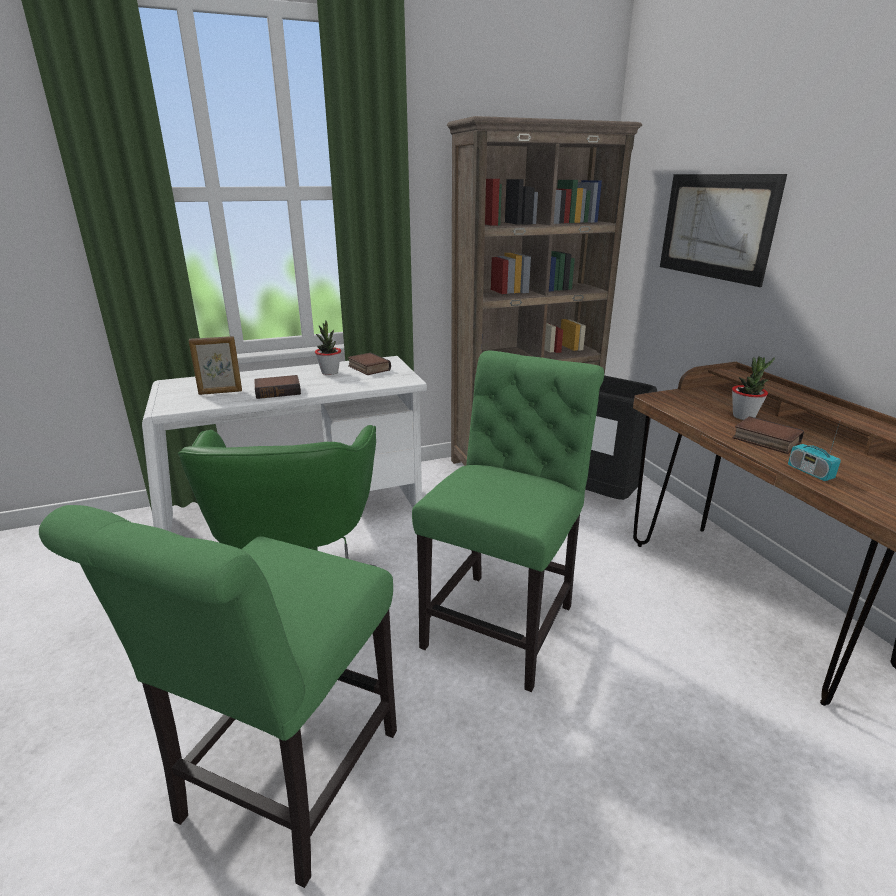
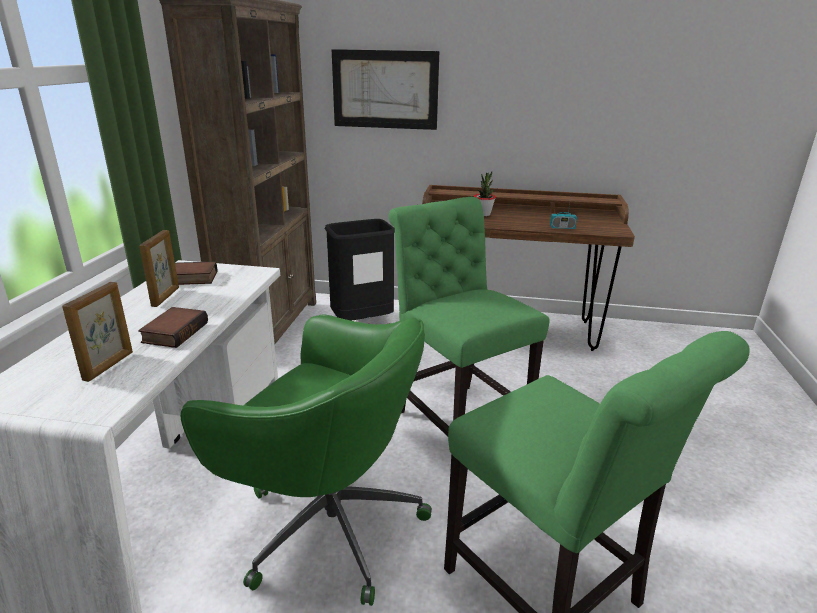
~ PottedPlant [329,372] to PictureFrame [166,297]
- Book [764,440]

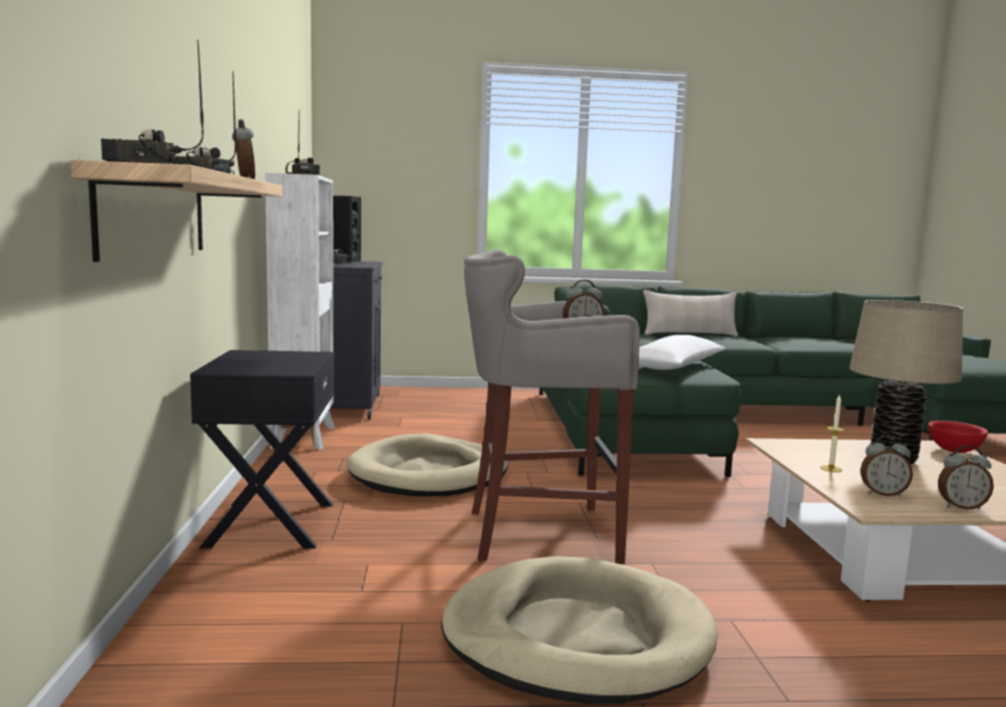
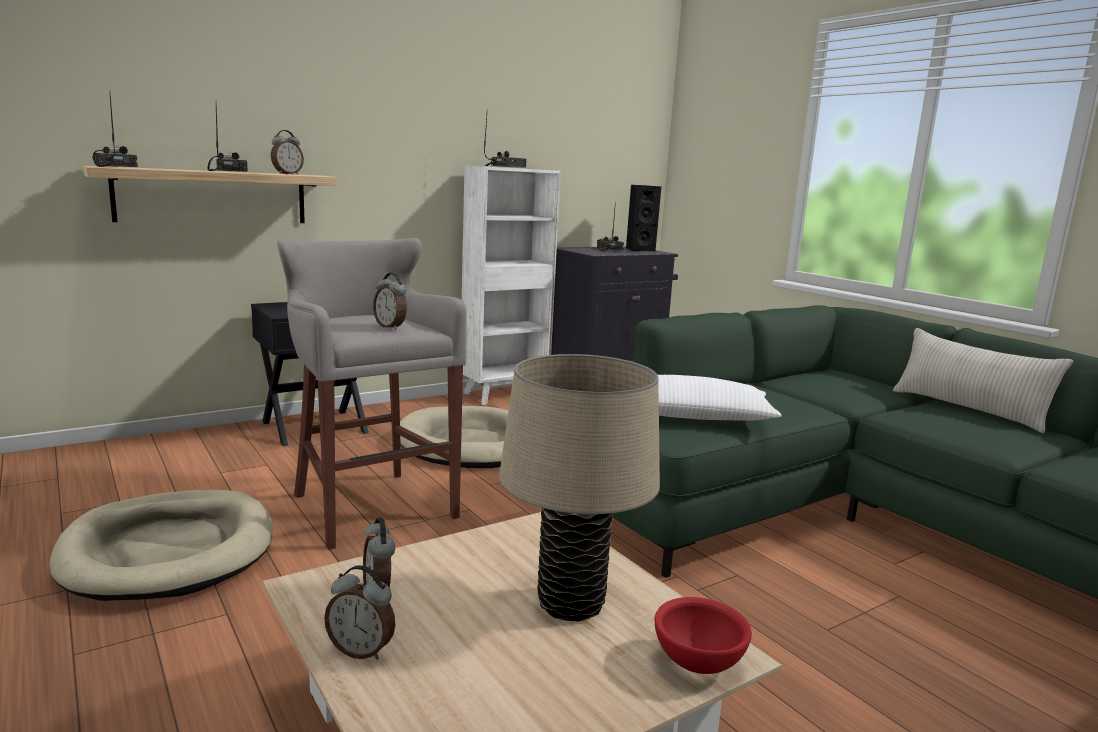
~ AlarmClock [961,507] = [361,650] 45 degrees counterclockwise
- Candle [831,469]

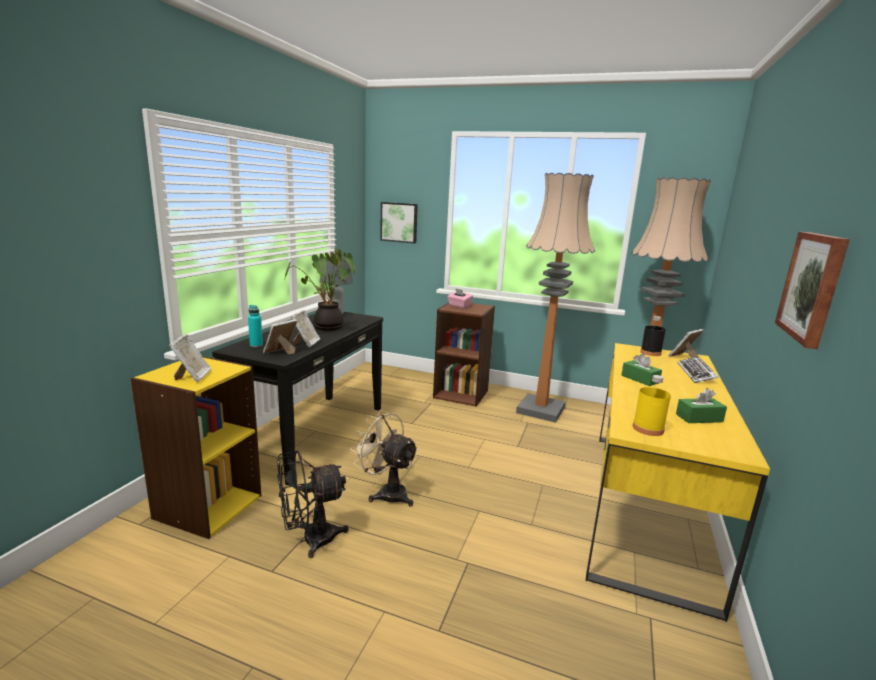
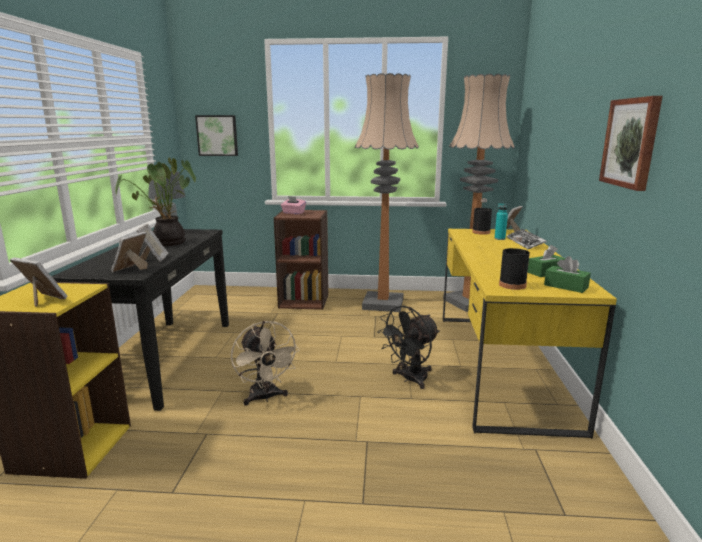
~ PictureFrame [193,377] = [44,300] 45 degrees counterclockwise
~ BeigeFan [386,492] = [265,398] 135 degrees counterclockwise
~ BlackFan [310,540] to [409,379]
~ TurquoiseBottle [256,345] to [499,238]
~ YellowBottle [648,429] to BlackBottle [512,285]
~ GreenTissueBox [640,379] to [566,286]

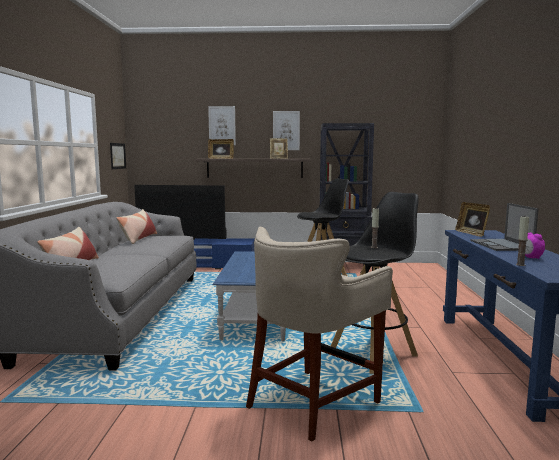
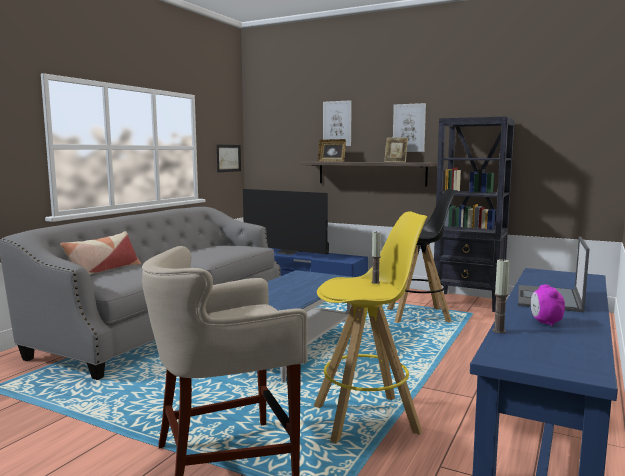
~ BlackStool [373,354] to YellowStool [367,419]
- Pillow [138,239]
- PictureFrame [471,233]

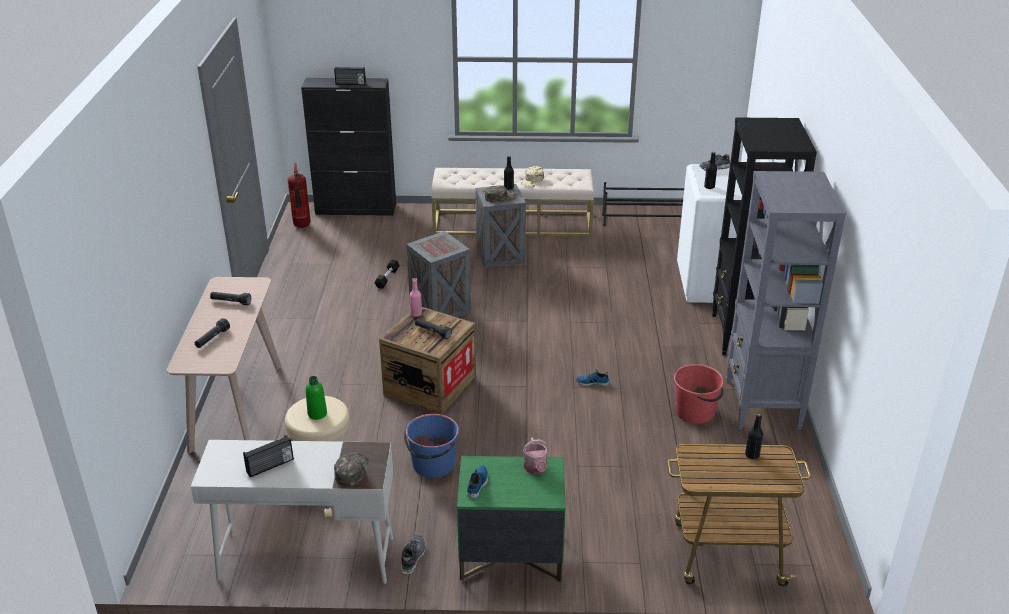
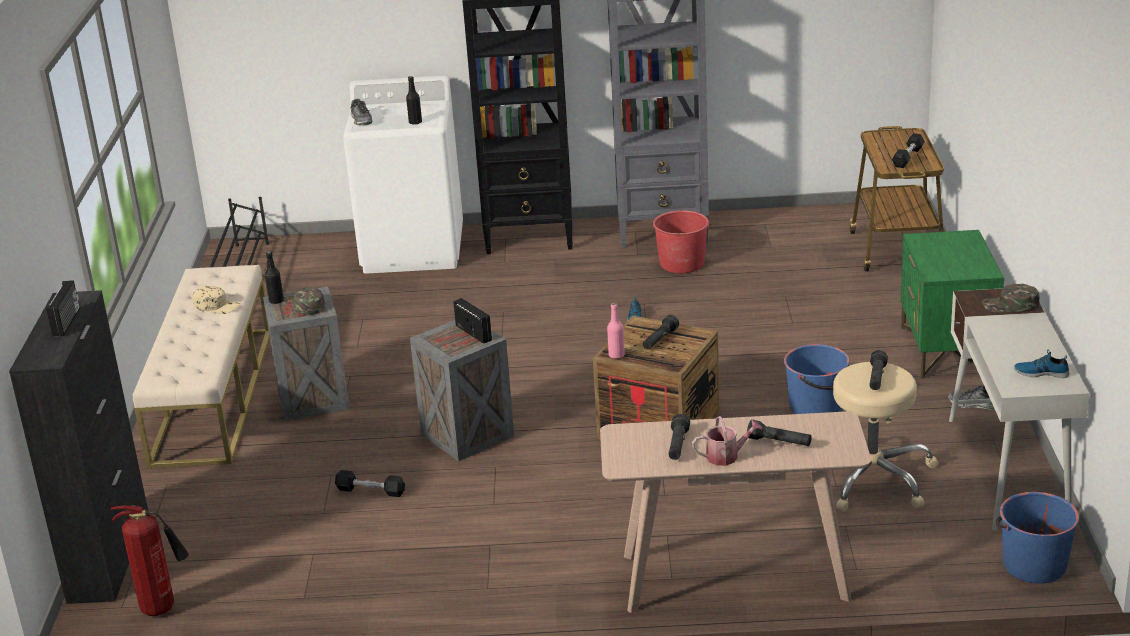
~ Radio [270,466] to [474,332]
~ WateringCan [536,469] to [726,456]
~ GreenBottle [317,414] to BlackFlashlight [876,378]
+ BlackDumbbell [908,157]
+ BlueBucket [1033,565]
~ Shoe [478,484] to [1041,373]
- BlackBottle [752,455]

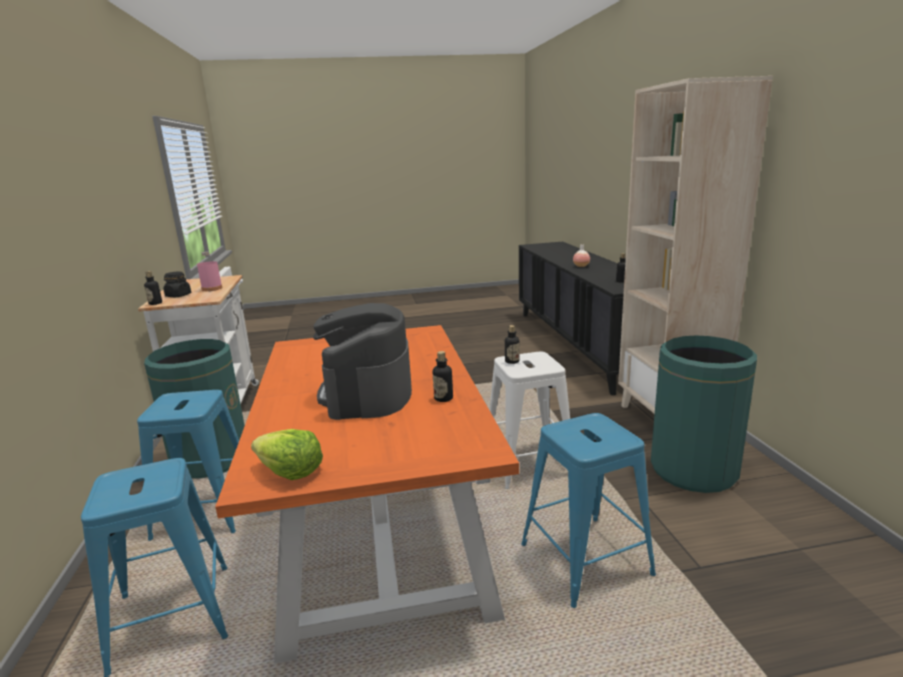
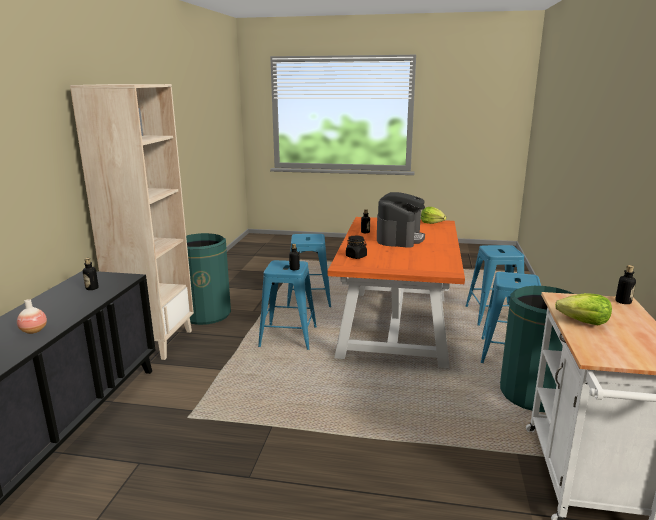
~ WhiteStool [528,463] to BlueStool [288,337]
~ BlackJar [178,295] to [356,256]
~ PinkBottle [212,288] to Lettuce [583,322]

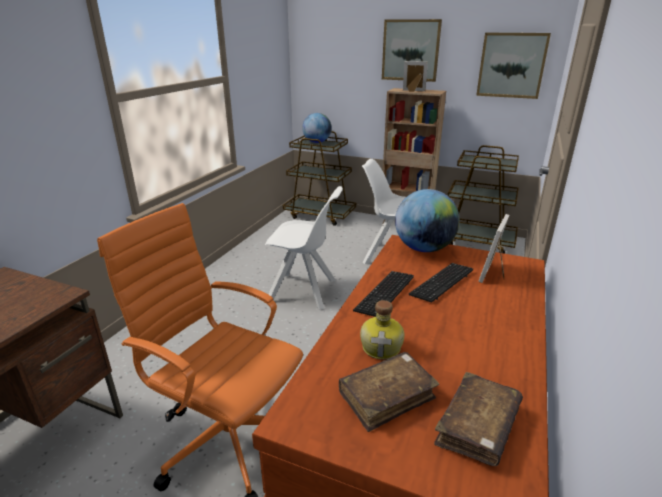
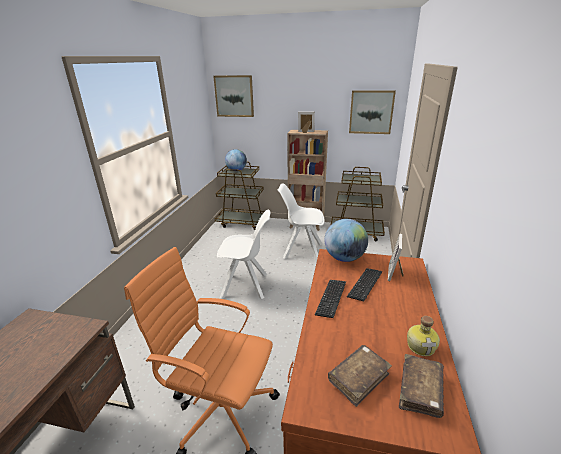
~ Picture [410,50] to [234,96]
~ Bottle [382,347] to [421,346]

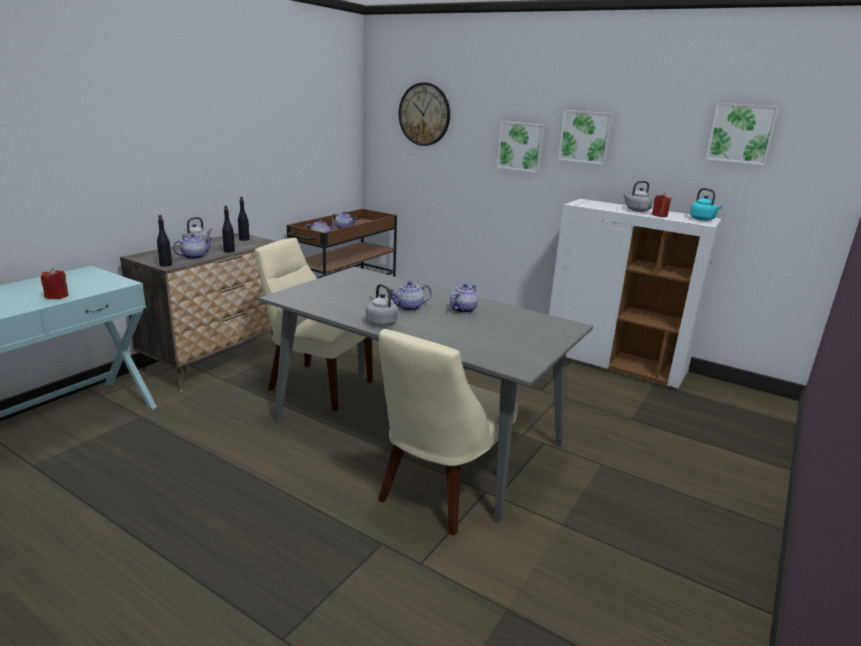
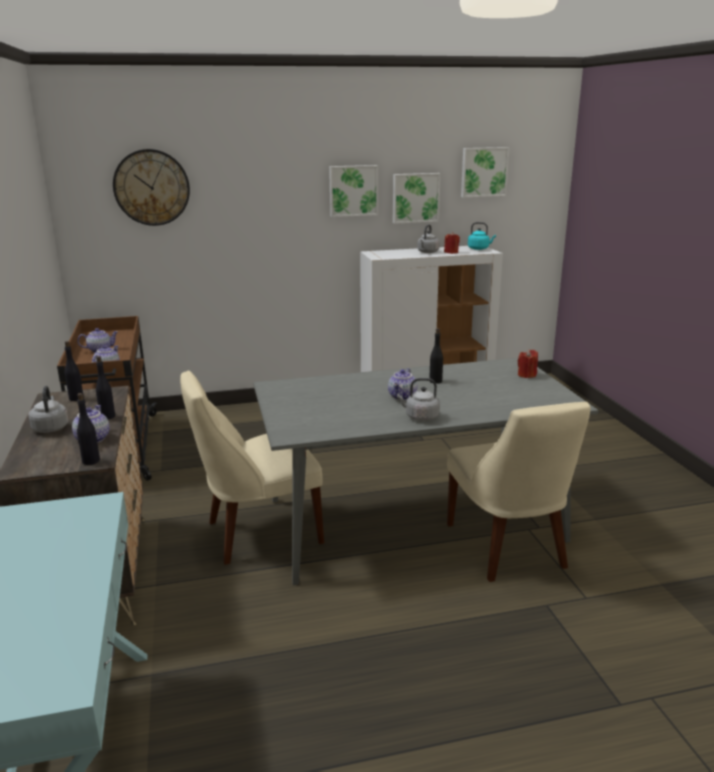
~ Picture [521,146] to [415,197]
~ Teapot [462,309] to BlackBottle [435,381]
~ RedCandle [57,296] to [526,375]

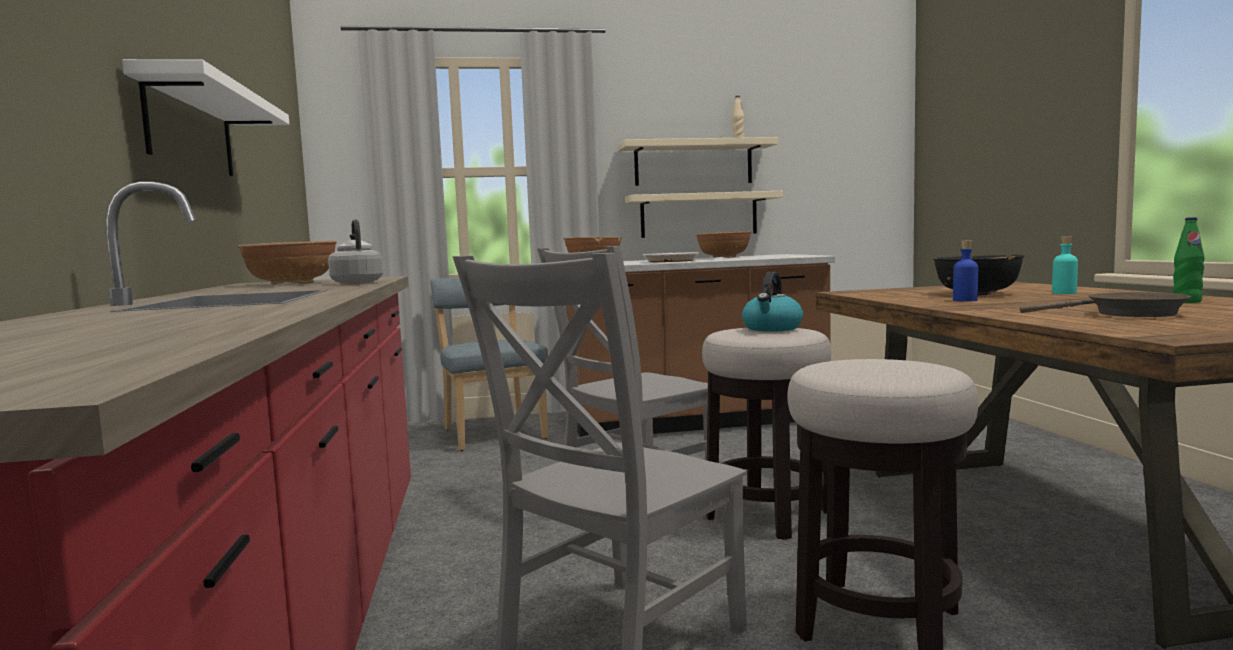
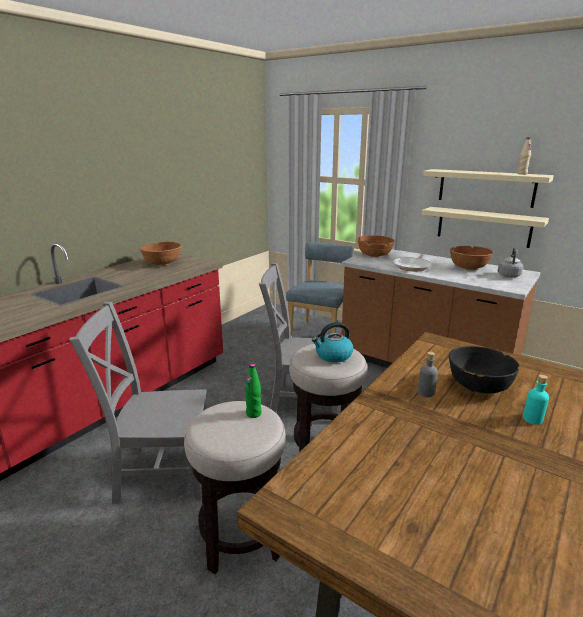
~ GreenBottle [1186,301] to [253,414]
~ BlueBottle [965,300] to GreyBottle [426,392]
~ GreyKettle [357,283] to [508,275]
- WhiteShelf [191,129]
- BrownFryingPan [1127,314]

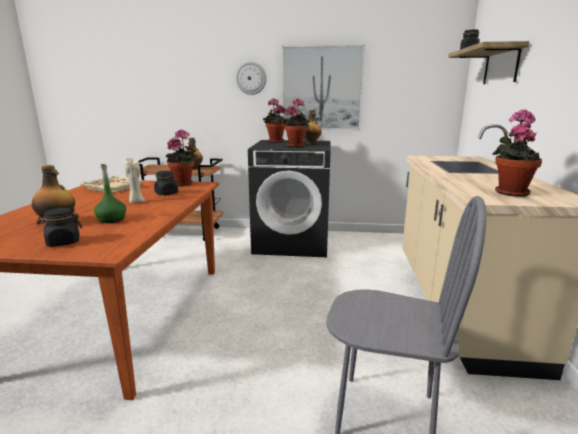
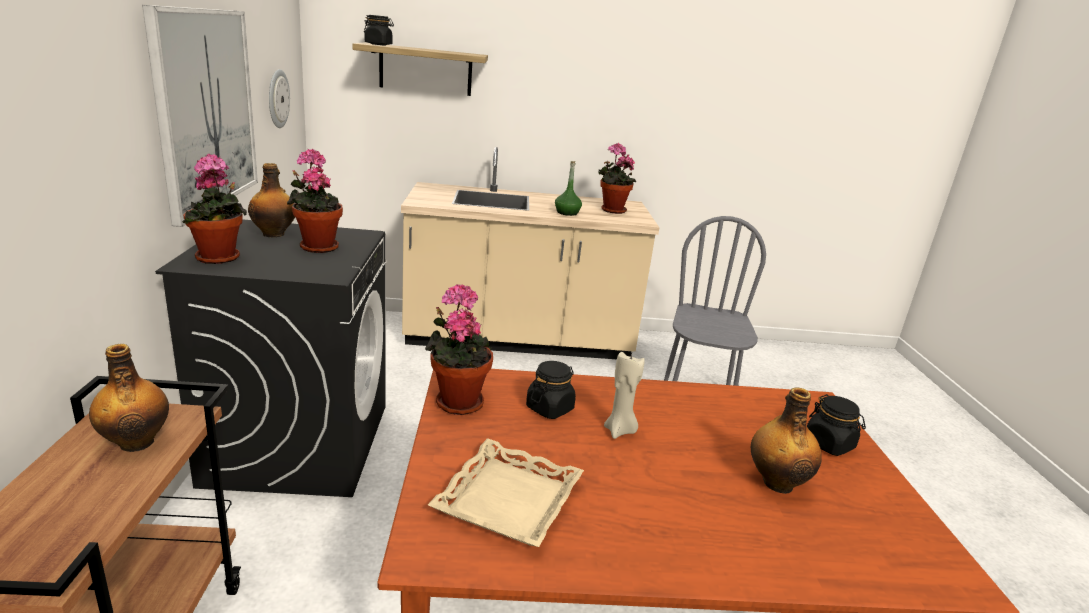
~ WallClock [251,78] to [277,98]
~ GreenBottle [112,219] to [567,213]

